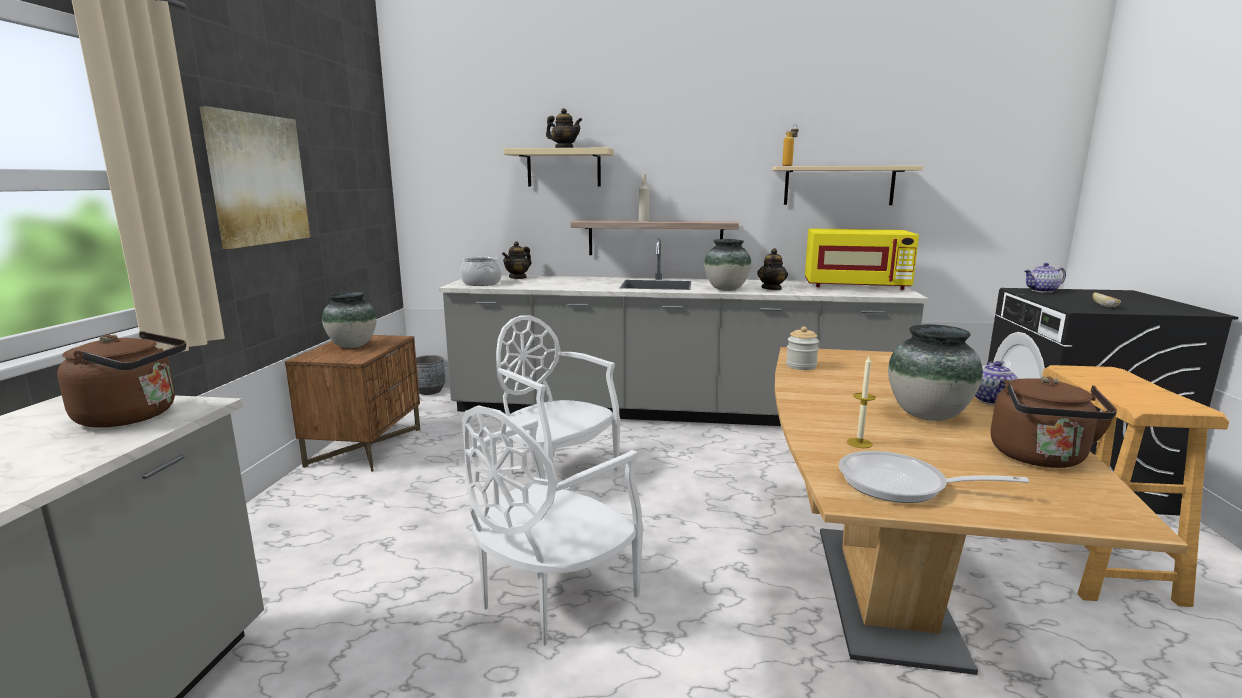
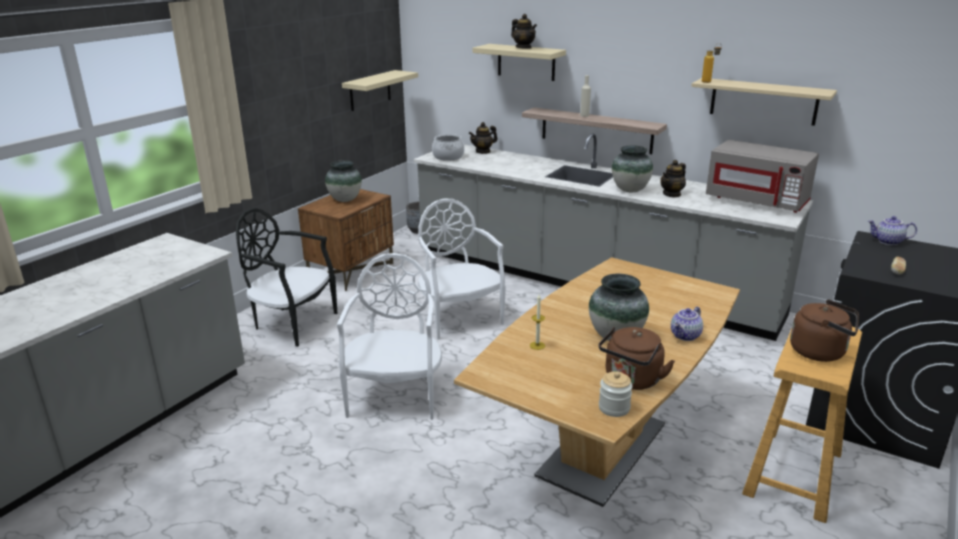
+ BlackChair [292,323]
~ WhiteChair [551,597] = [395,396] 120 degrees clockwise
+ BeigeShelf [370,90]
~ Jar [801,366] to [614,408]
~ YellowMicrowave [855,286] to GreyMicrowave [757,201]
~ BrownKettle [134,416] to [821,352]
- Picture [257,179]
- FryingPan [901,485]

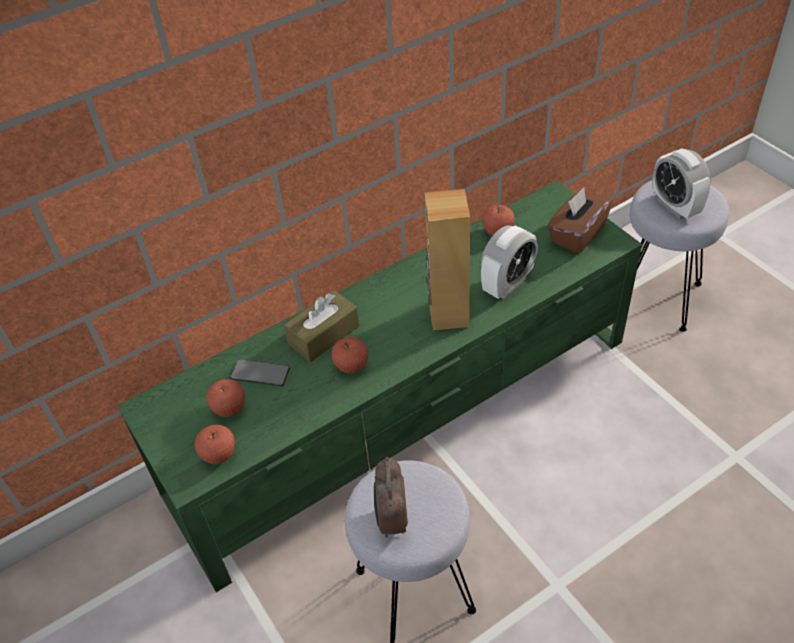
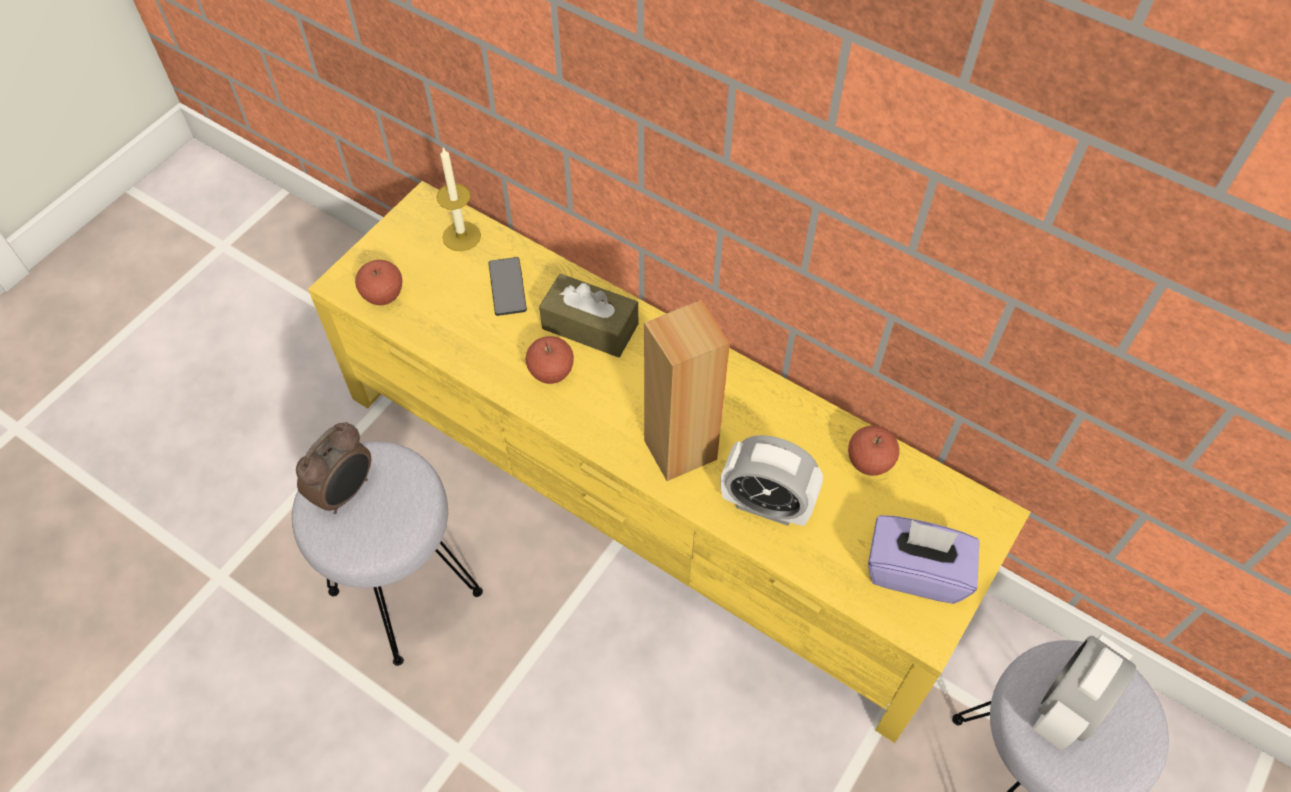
~ AlarmClock [391,520] = [346,492] 150 degrees clockwise
~ GreenTvStand [406,414] to YellowTvStand [648,497]
+ Candle [461,236]
~ BrownTissueBox [576,234] to PurpleTissueBox [915,571]
- Apple [229,408]

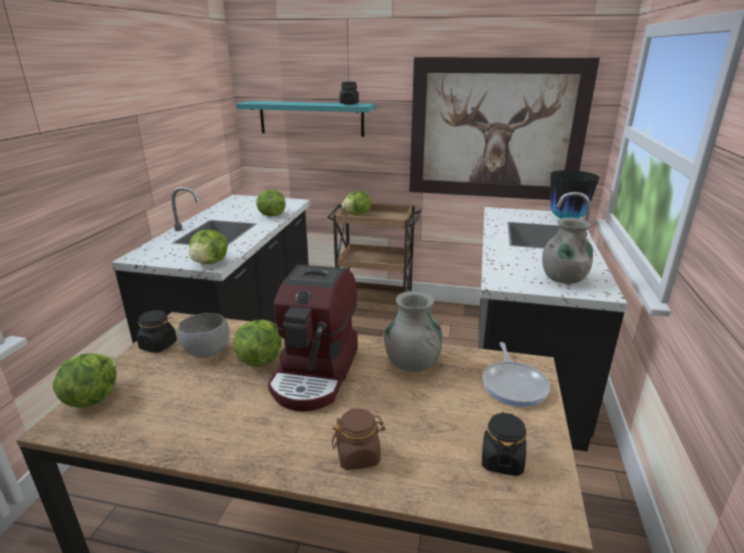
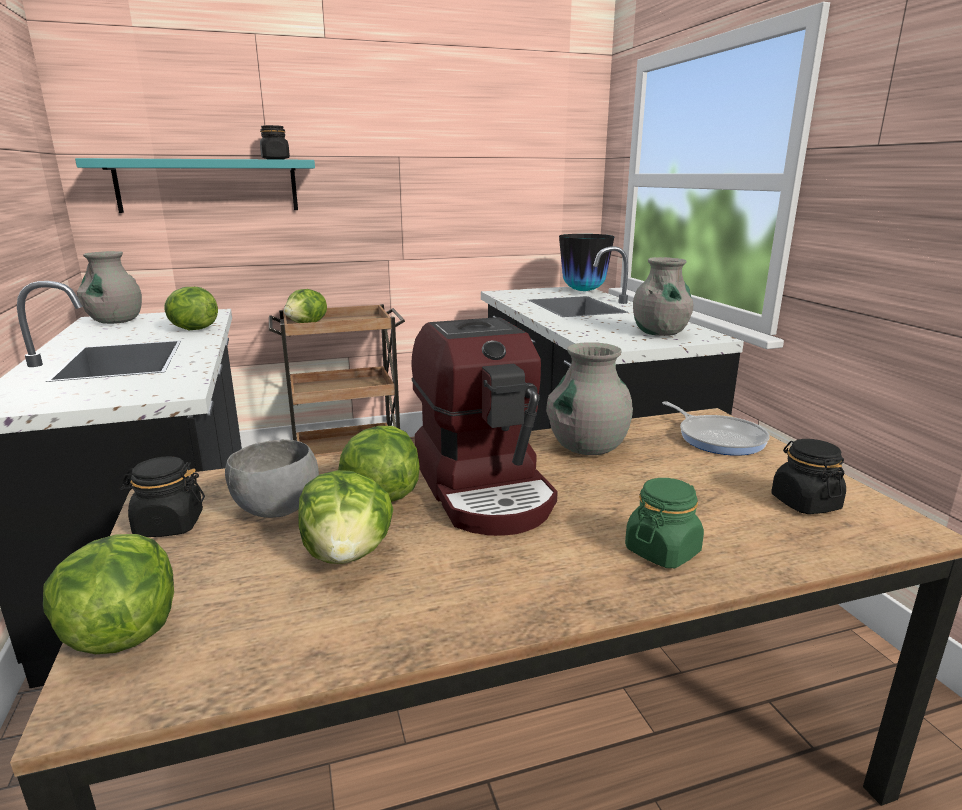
+ GreyVase [116,321]
~ Lettuce [210,263] to [348,554]
~ BrownJar [358,455] to GreenJar [662,551]
- Picture [495,130]

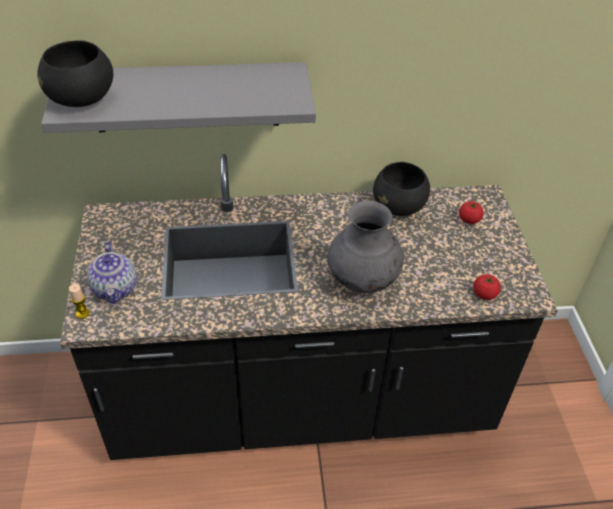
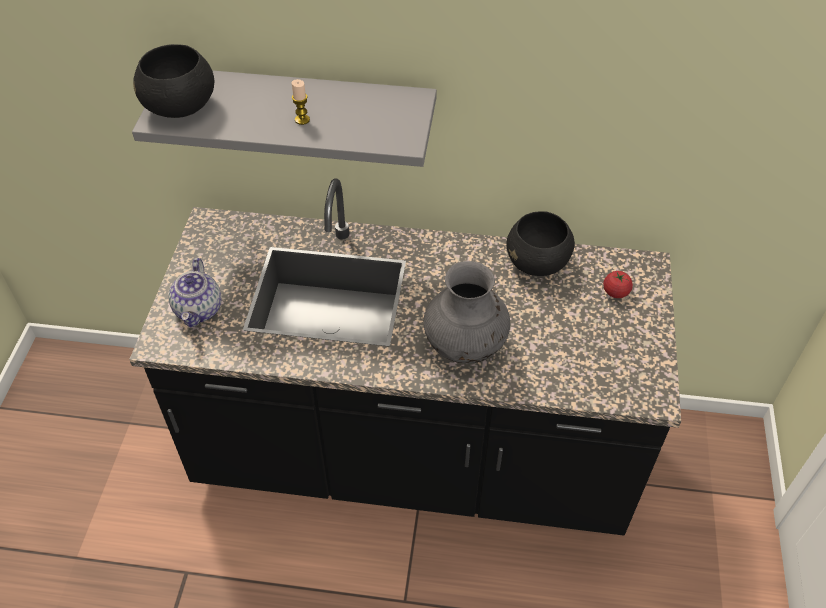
~ Candle [82,313] to [302,119]
- Tomato [484,294]

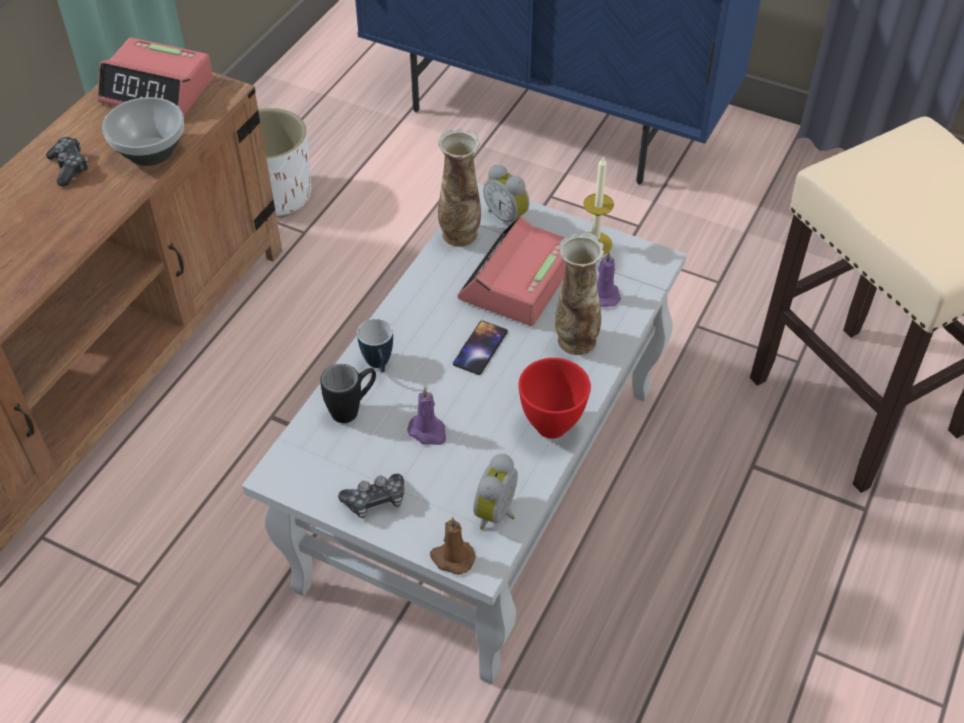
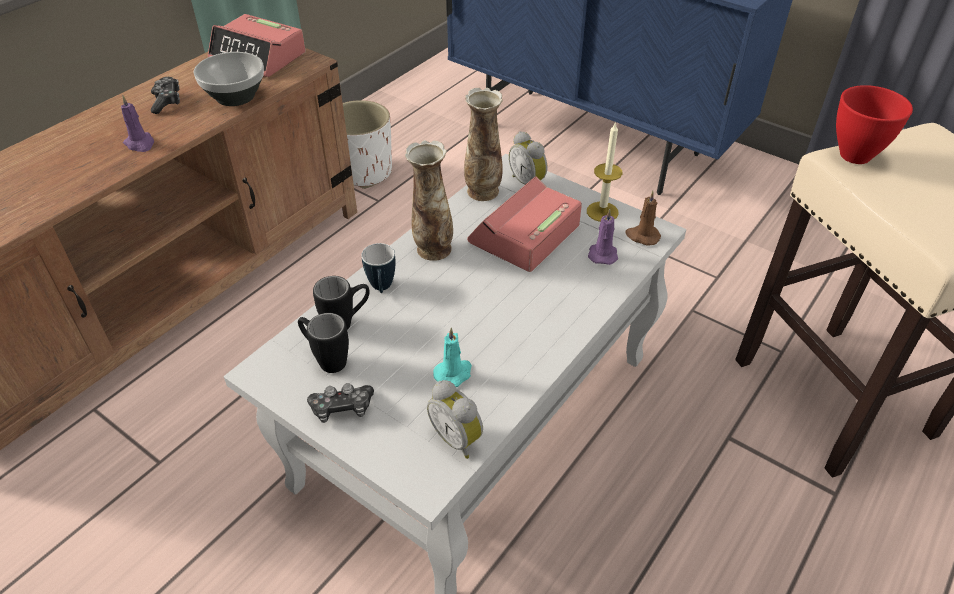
~ PurpleCandle [428,431] to [140,144]
+ BlackMug [326,359]
~ Vase [575,341] to [432,249]
~ AlarmClock [498,513] = [458,438] 75 degrees counterclockwise
+ TurquoiseCandle [454,373]
~ BrownCandle [452,558] to [642,236]
~ RedBowl [552,424] to [855,155]
- Phone [480,348]

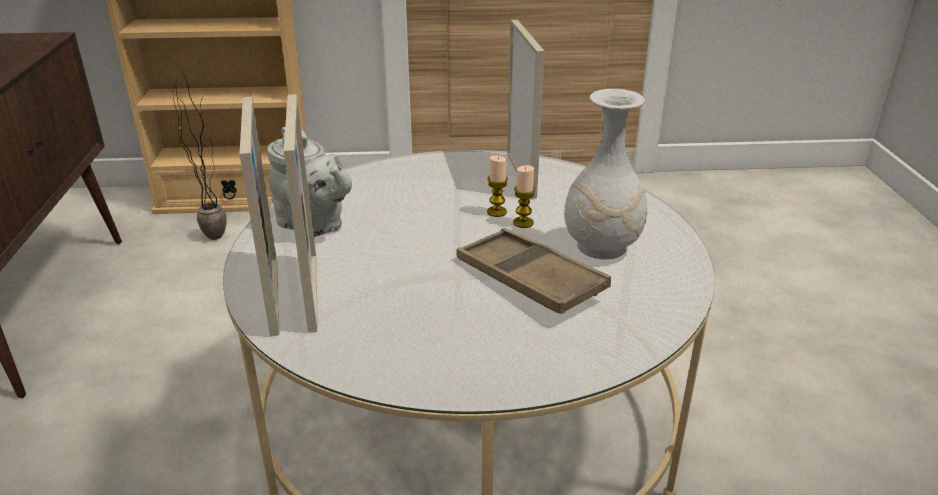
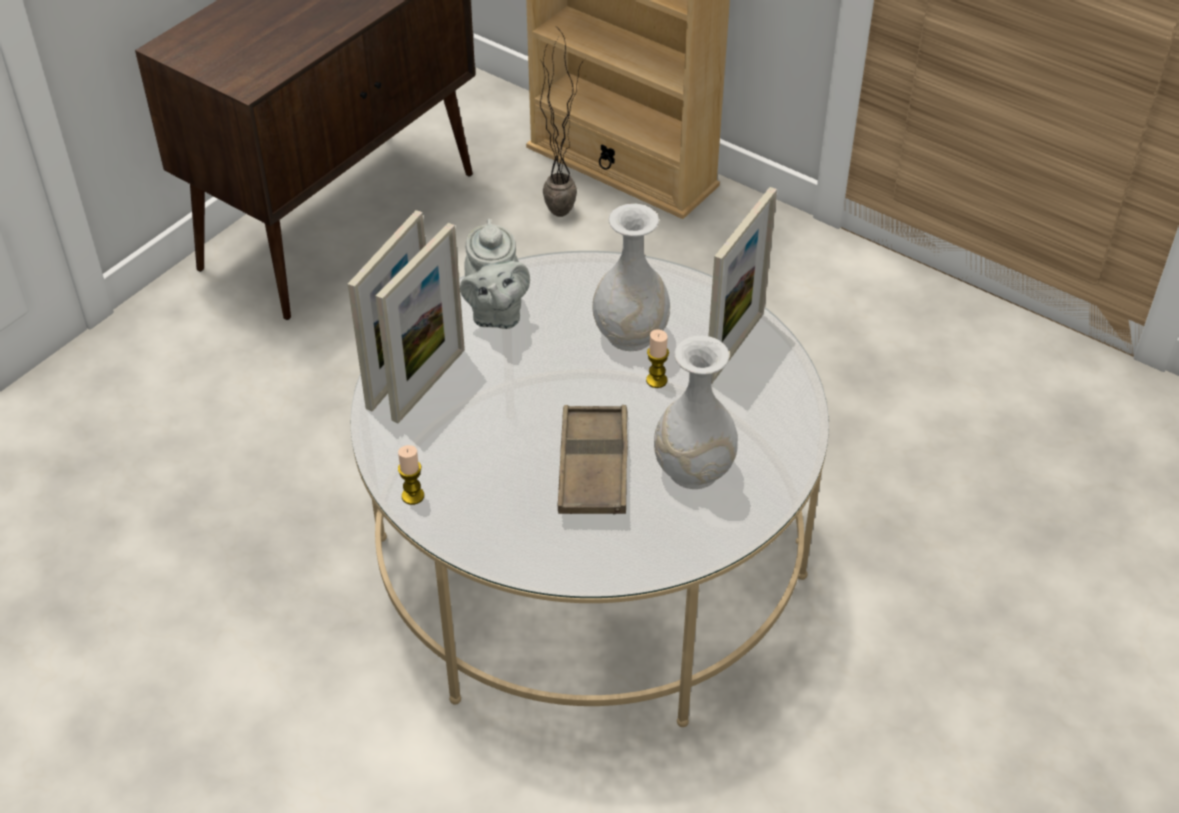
~ Candle [523,223] to [413,496]
+ WhiteVase [631,335]

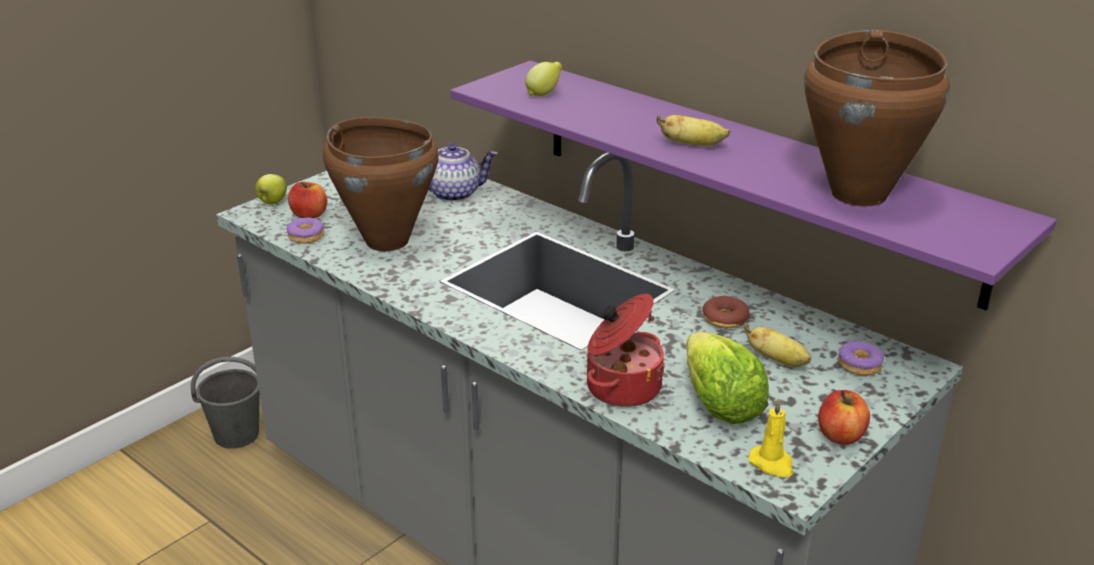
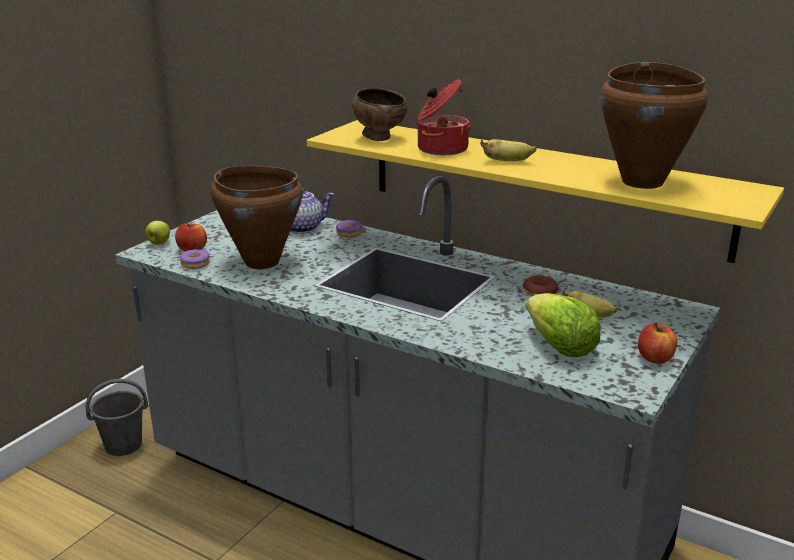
~ PurpleShelf [748,175] to YellowShelf [541,186]
~ Donut [860,365] to [350,233]
~ Lemon [544,94] to BrownBowl [380,138]
~ CookingPot [621,386] to [441,149]
- YellowCandle [772,464]

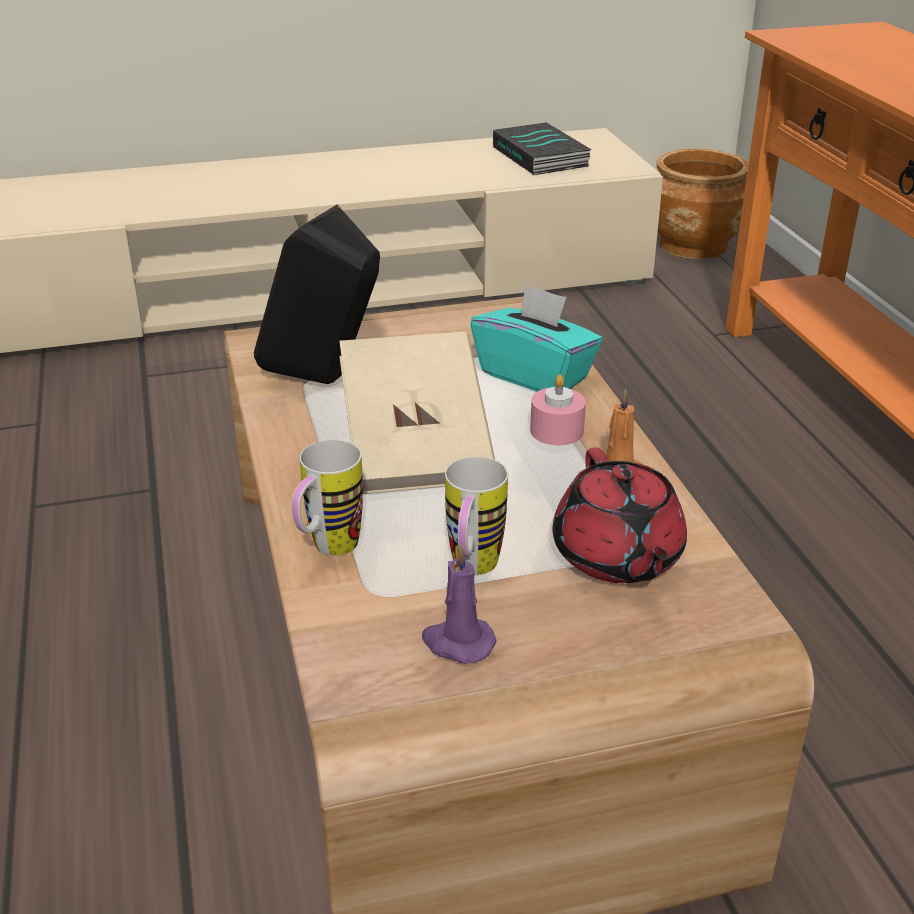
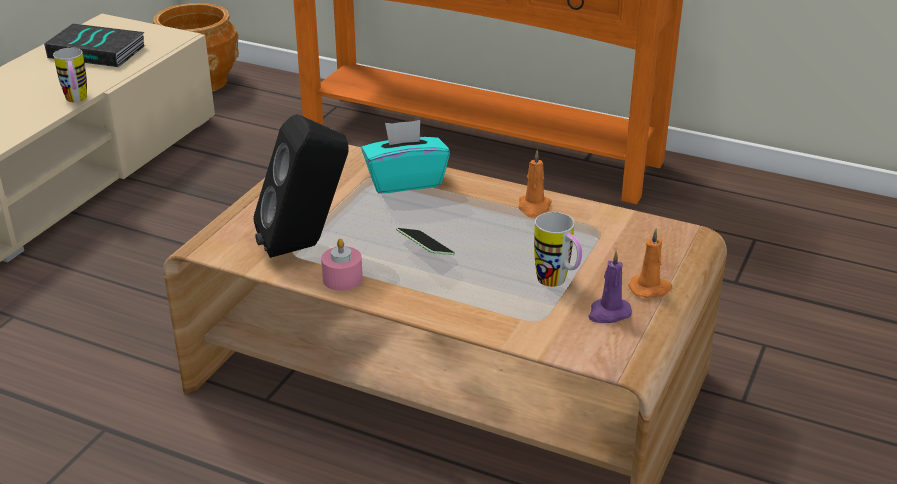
~ Mug [327,550] to [77,101]
~ PinkCandle [556,431] to [342,279]
~ BeigeBook [417,449] to Phone [425,249]
+ OrangeCandle [650,289]
- RedTeapot [617,557]

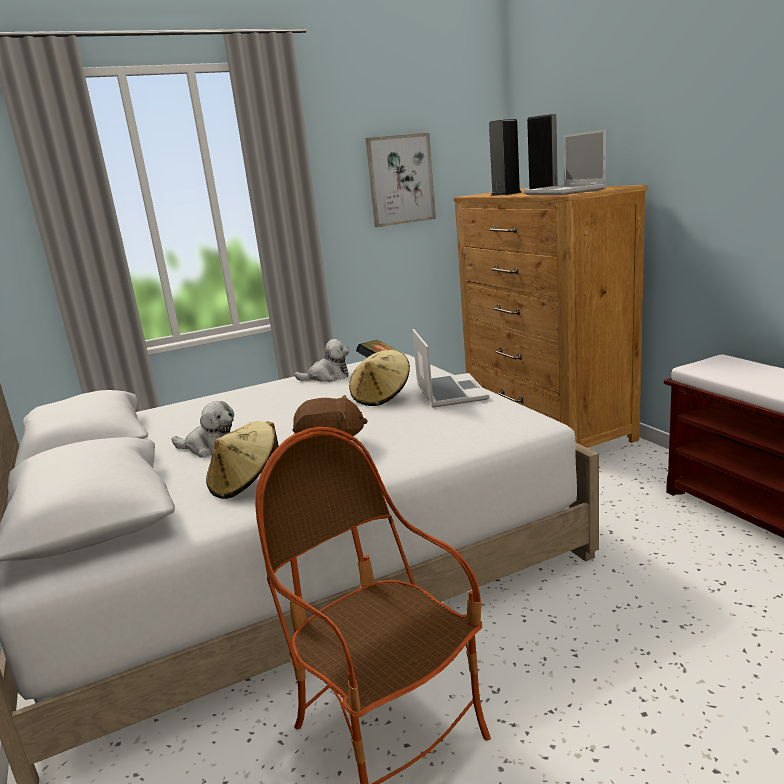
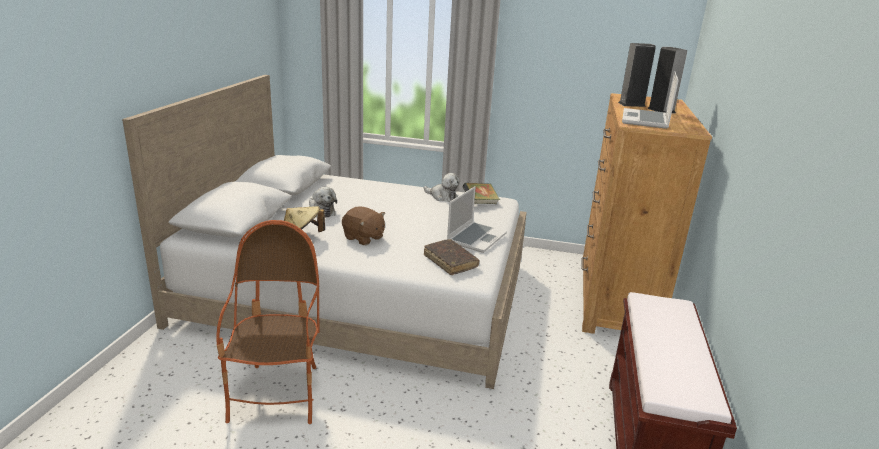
+ BrownBook [450,262]
- BeigeHat [381,397]
- Picture [400,180]

